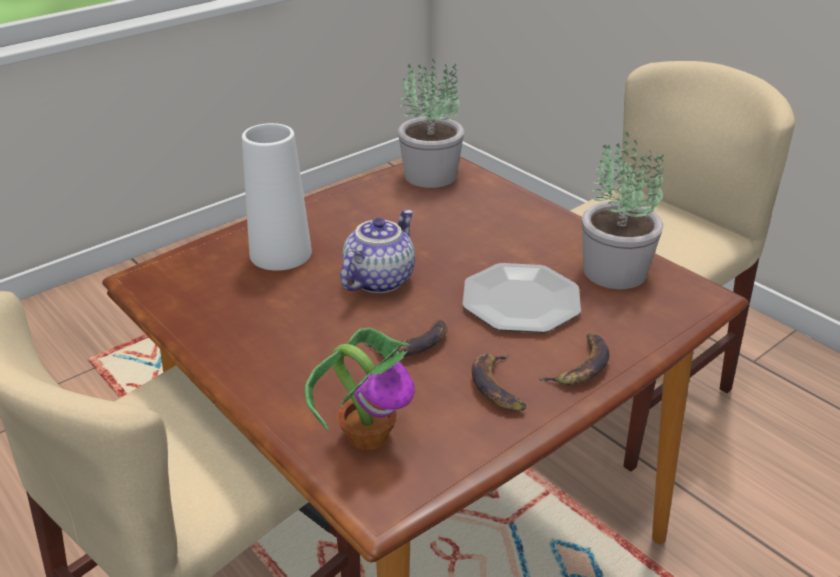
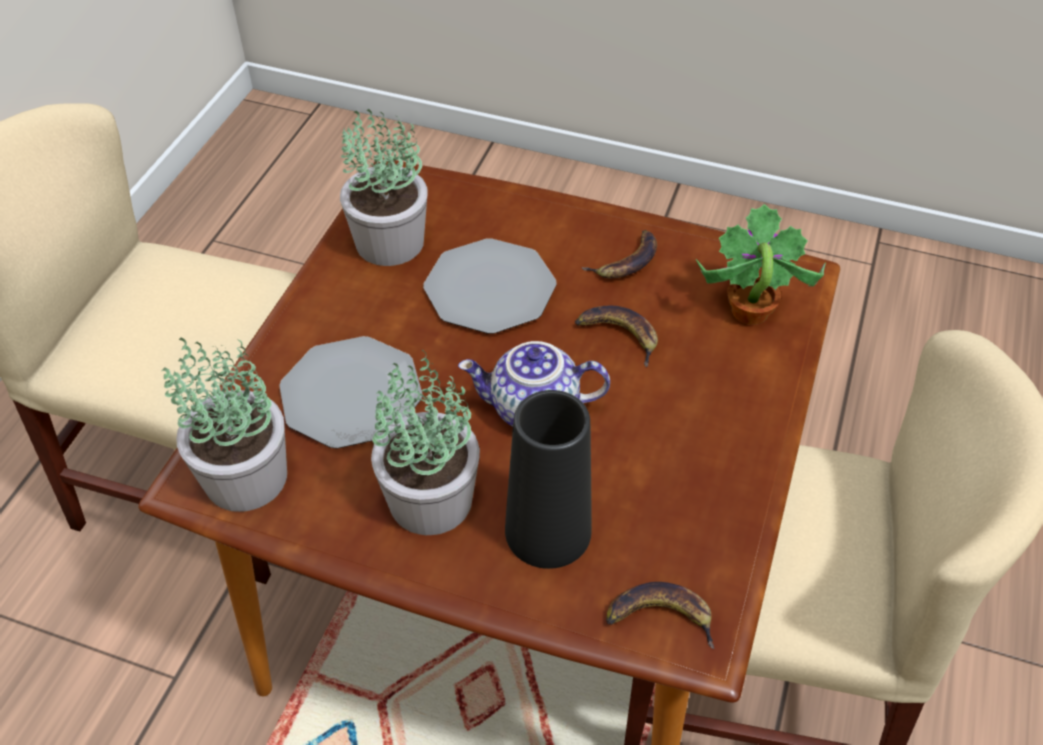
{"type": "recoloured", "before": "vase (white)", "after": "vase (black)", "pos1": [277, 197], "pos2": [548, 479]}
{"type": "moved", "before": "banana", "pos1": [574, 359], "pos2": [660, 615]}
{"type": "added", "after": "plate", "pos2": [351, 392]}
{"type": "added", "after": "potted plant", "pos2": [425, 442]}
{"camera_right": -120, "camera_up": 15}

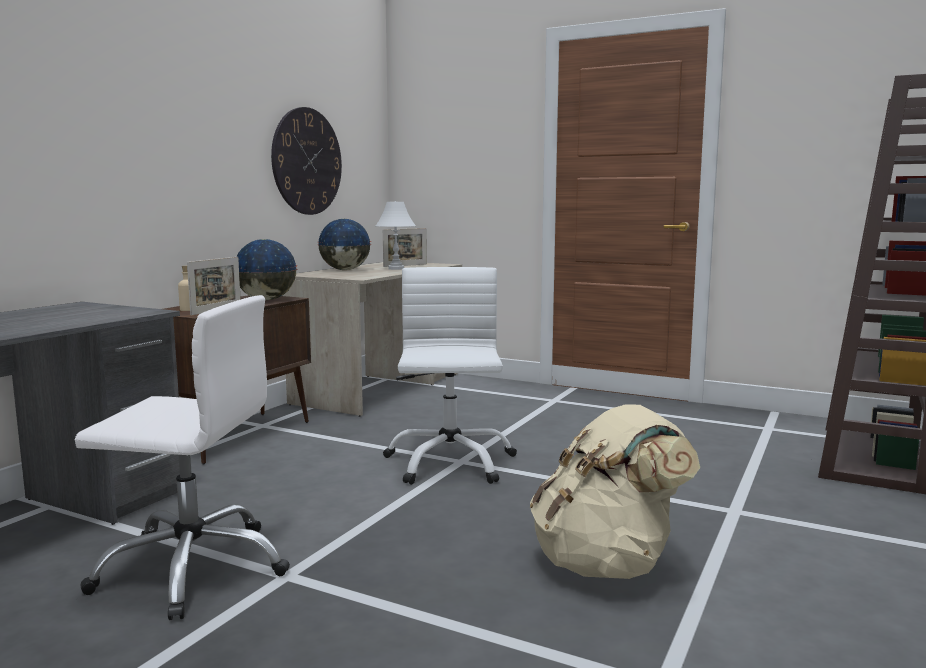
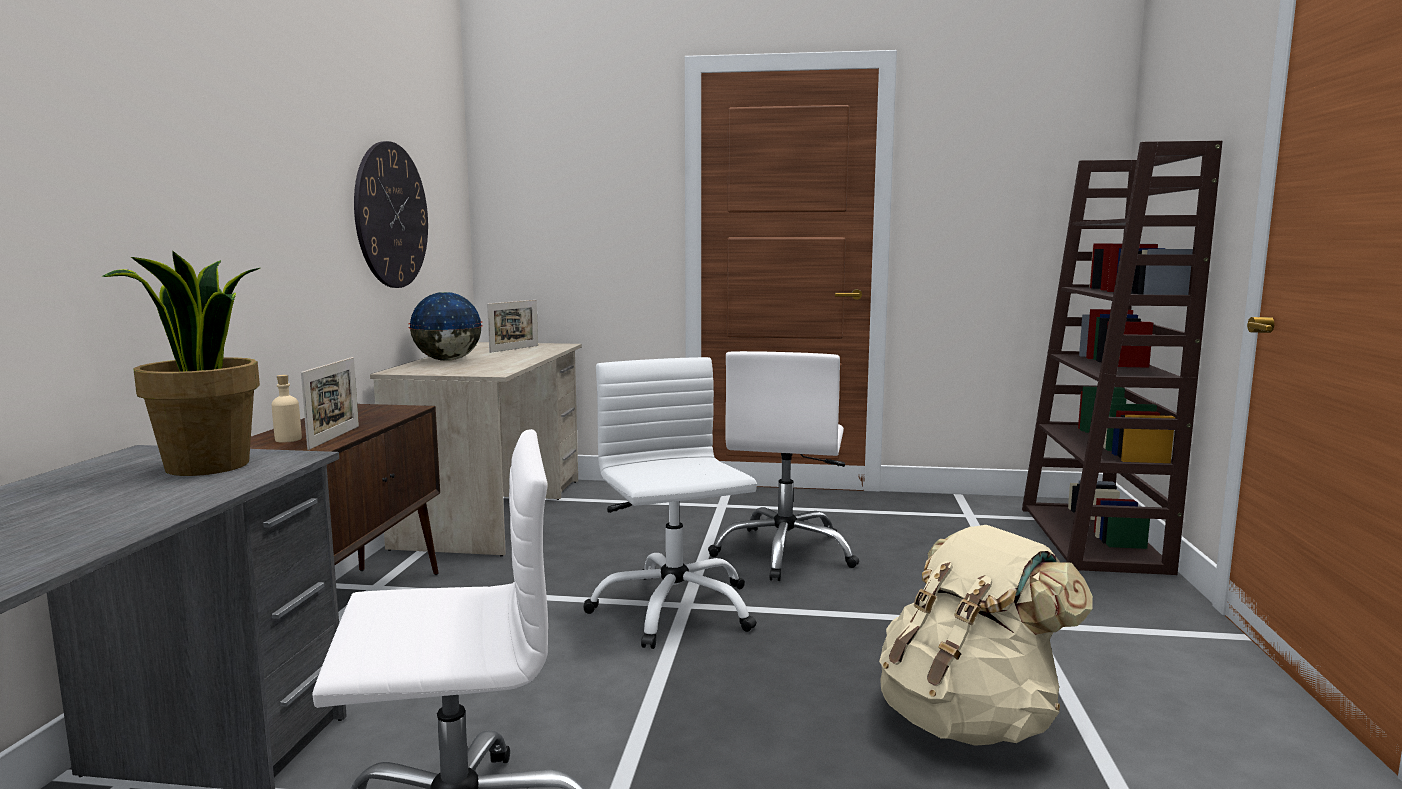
{"type": "removed", "before": "globe", "pos1": [266, 269]}
{"type": "removed", "before": "table lamp (white)", "pos1": [396, 235]}
{"type": "added", "after": "potted plant", "pos2": [181, 363]}
{"type": "added", "after": "office chair (white)", "pos2": [783, 466]}
{"camera_right": -20, "camera_up": 0}

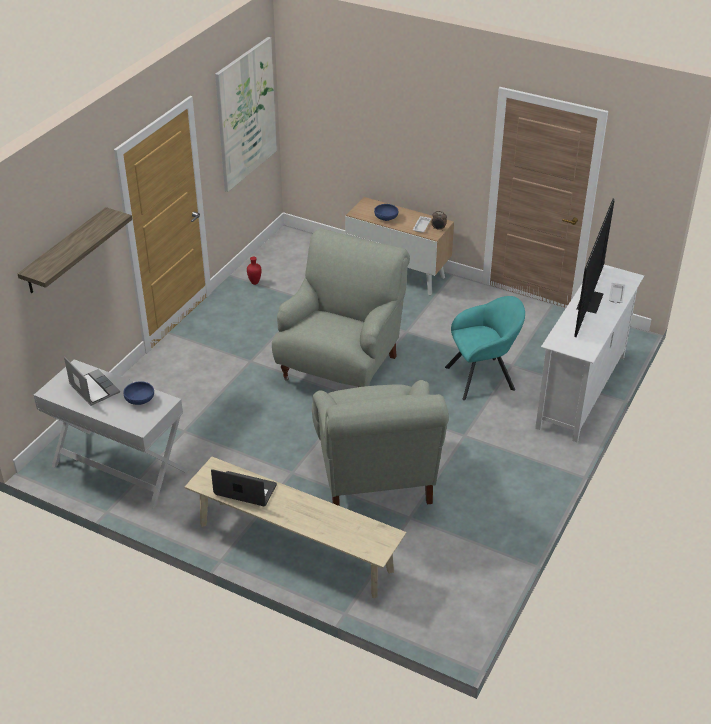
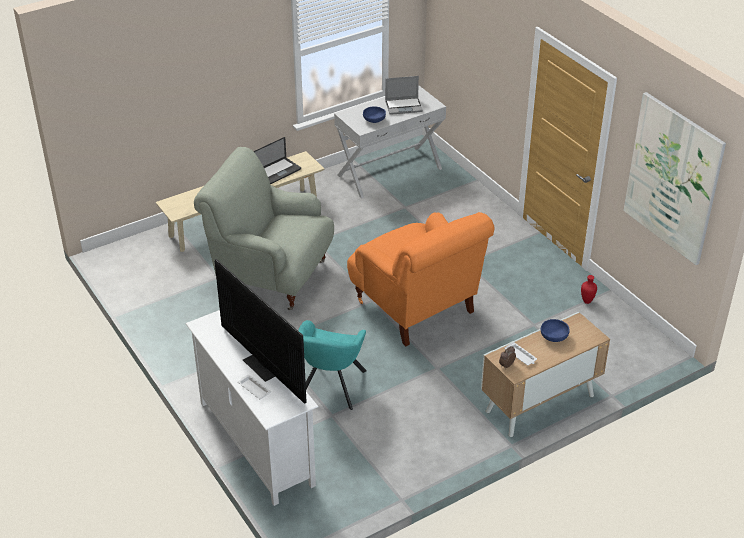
{"type": "removed", "before": "shelf", "pos1": [75, 250]}
{"type": "recoloured", "before": "armchair (grey)", "after": "armchair (orange)", "pos1": [341, 307], "pos2": [420, 279]}
{"camera_right": 120, "camera_up": 0}

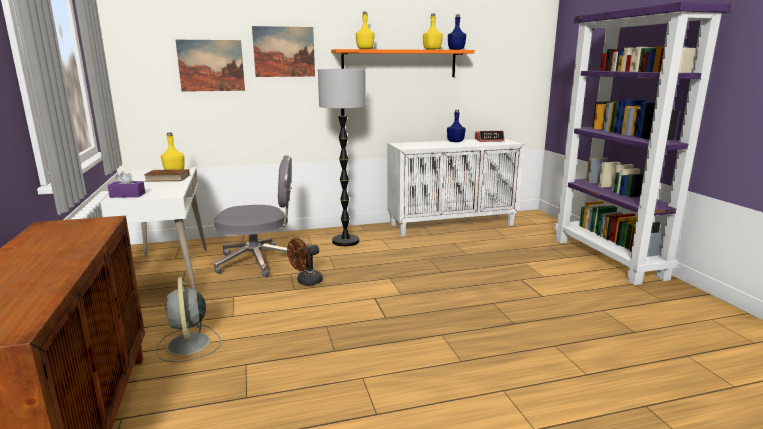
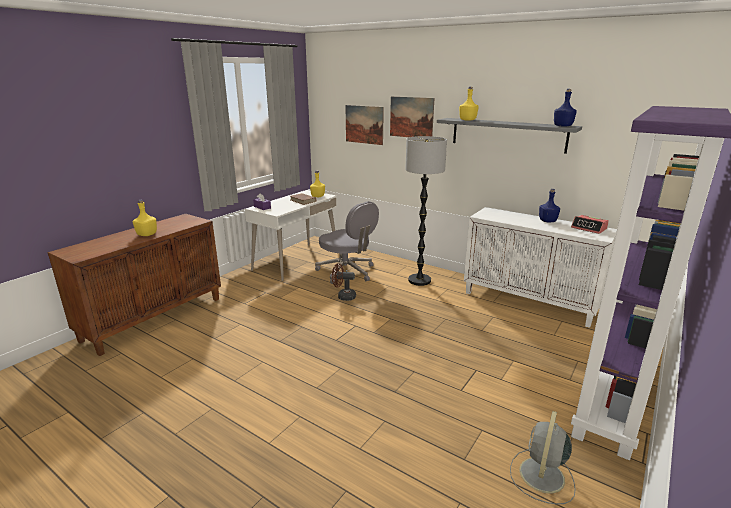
{"type": "moved", "before": "fan (grey)", "pos1": [188, 319], "pos2": [543, 458]}
{"type": "recoloured", "before": "shelf (orange)", "after": "shelf (grey)", "pos1": [403, 63], "pos2": [509, 136]}
{"type": "moved", "before": "bottle (yellow)", "pos1": [433, 31], "pos2": [145, 218]}
{"camera_right": 50, "camera_up": 5}

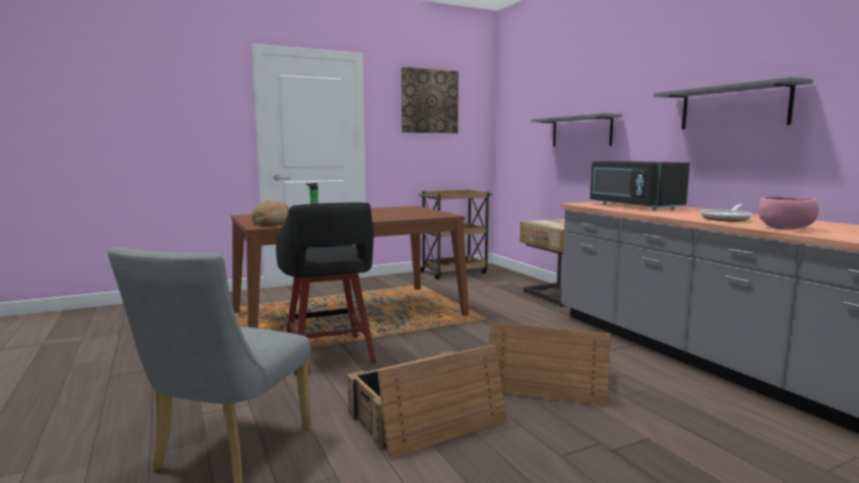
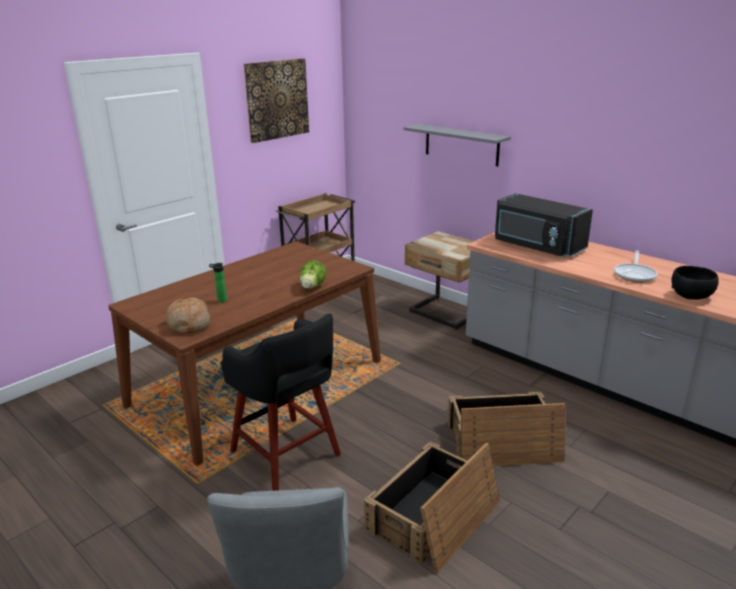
{"type": "removed", "before": "shelf (grey)", "pos1": [733, 103]}
{"type": "recoloured", "before": "bowl (pink)", "after": "bowl (black)", "pos1": [788, 213], "pos2": [695, 283]}
{"type": "added", "after": "lettuce", "pos2": [313, 275]}
{"camera_right": -20, "camera_up": 15}

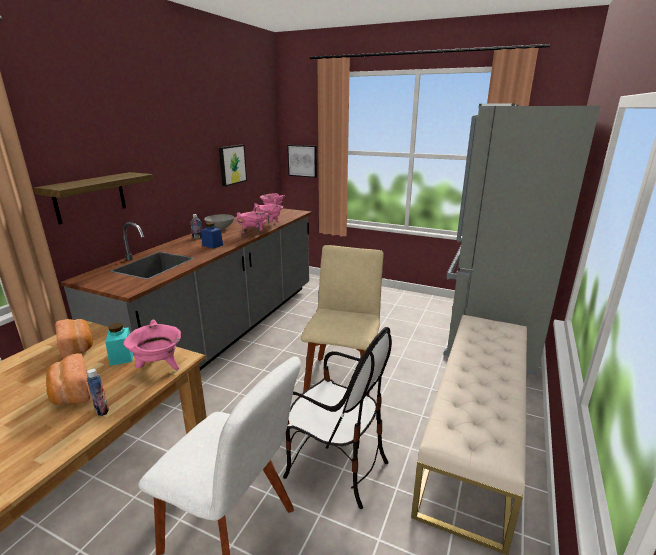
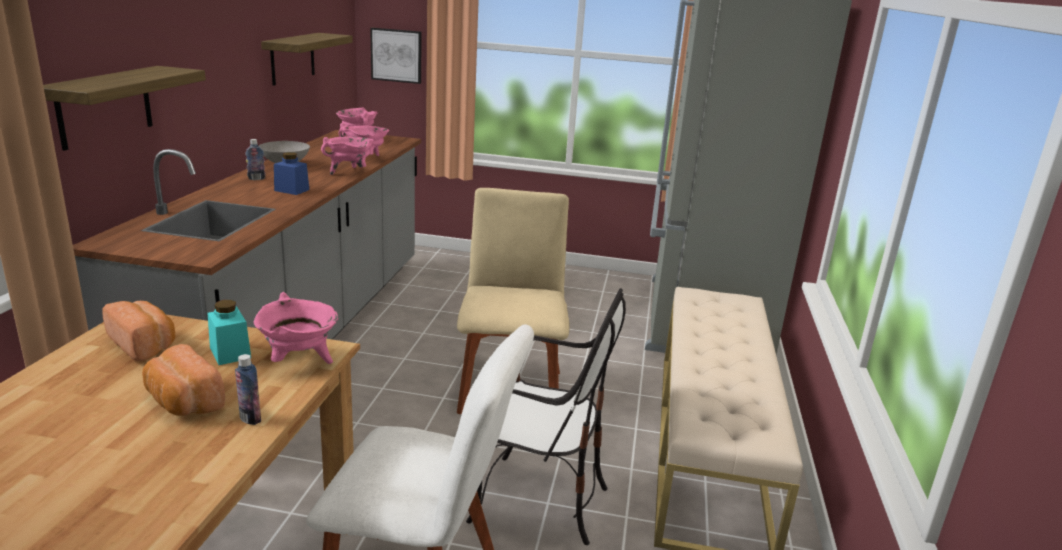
{"type": "replaced", "before": "picture", "after": "shelf", "pos1": [233, 165], "pos2": [307, 59]}
{"camera_right": -15, "camera_up": 0}

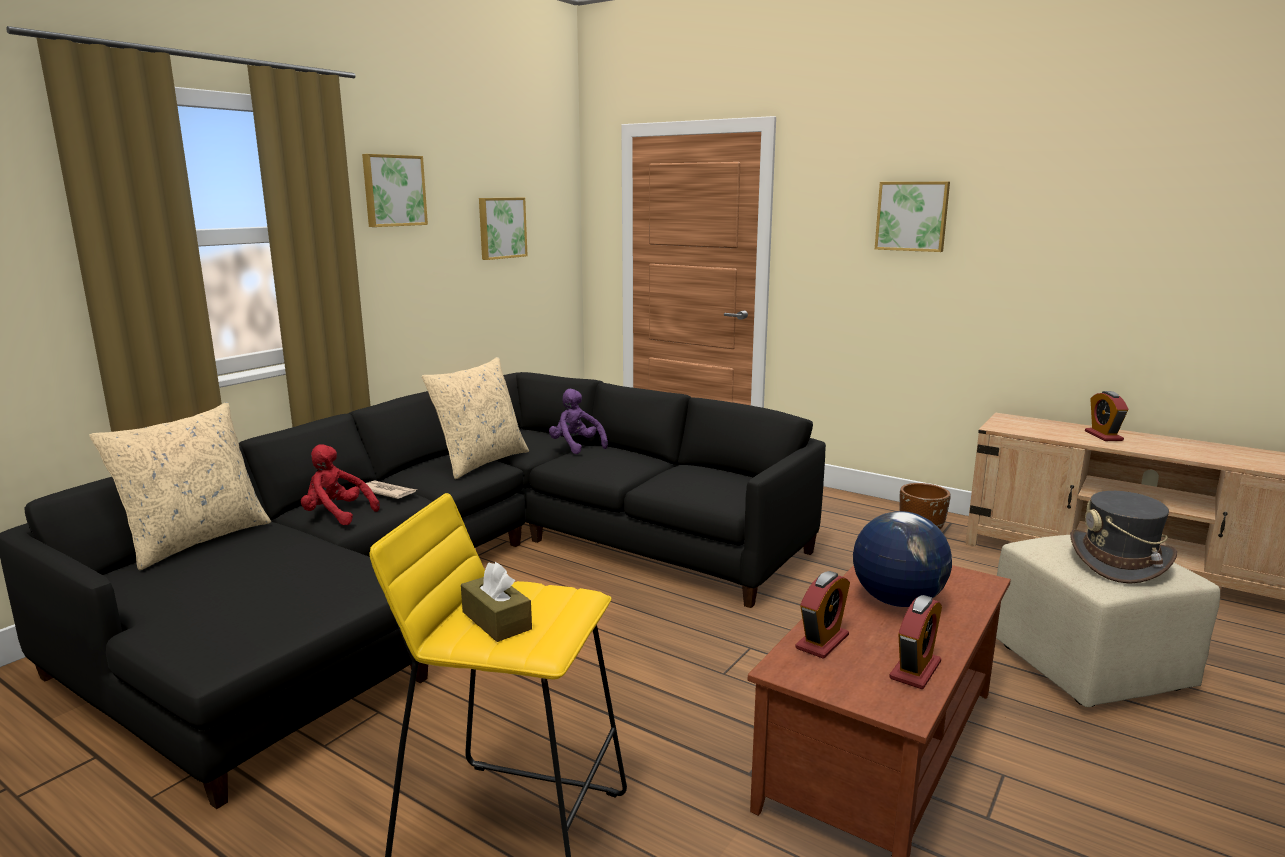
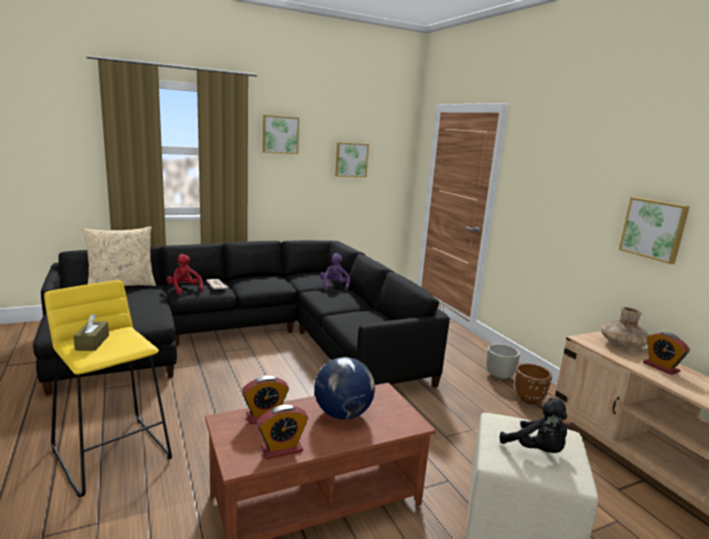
{"type": "removed", "before": "pillow (beige)", "pos1": [475, 418]}
{"type": "moved", "before": "picture", "pos1": [912, 217], "pos2": [654, 230]}
{"type": "replaced", "before": "hat (grey)", "after": "plush toy (black)", "pos1": [1123, 537], "pos2": [533, 425]}
{"type": "turned", "before": "alarm clock", "pos1": [1106, 416], "pos2": [666, 353], "turn": -60}
{"type": "added", "after": "planter (grey)", "pos2": [503, 362]}
{"type": "added", "after": "vase (brown)", "pos2": [625, 327]}
{"camera_right": 30, "camera_up": 0}

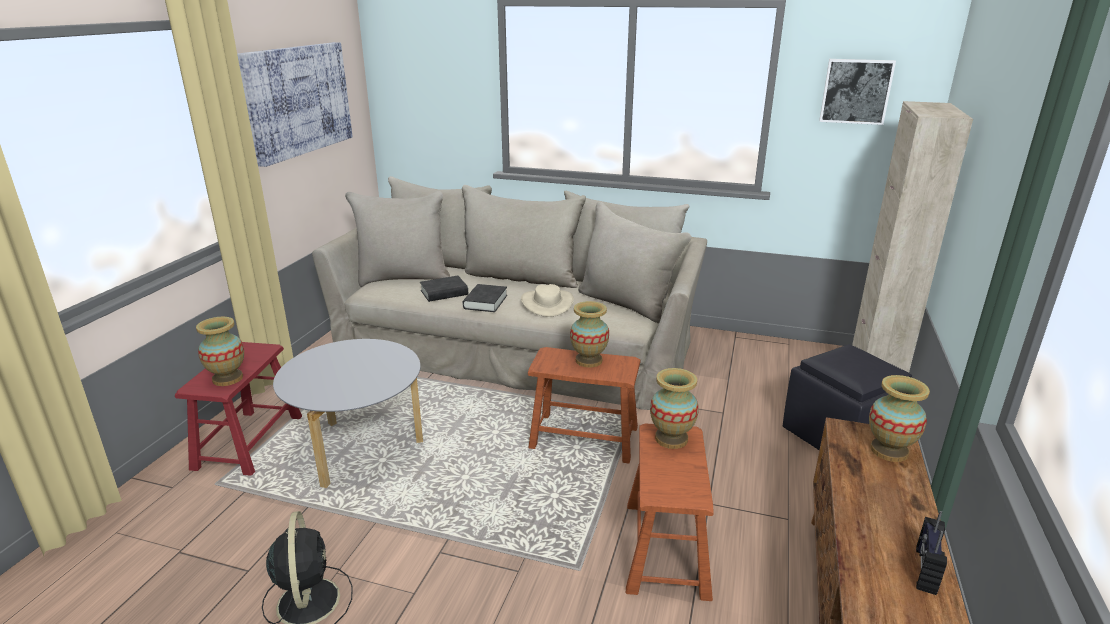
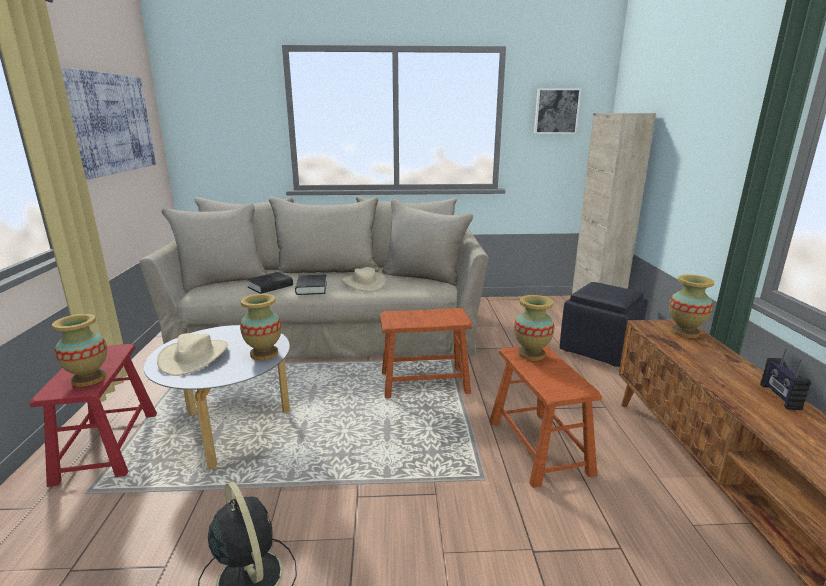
{"type": "moved", "before": "vase", "pos1": [589, 334], "pos2": [261, 327]}
{"type": "added", "after": "hat (beige)", "pos2": [192, 354]}
{"camera_right": -20, "camera_up": -5}

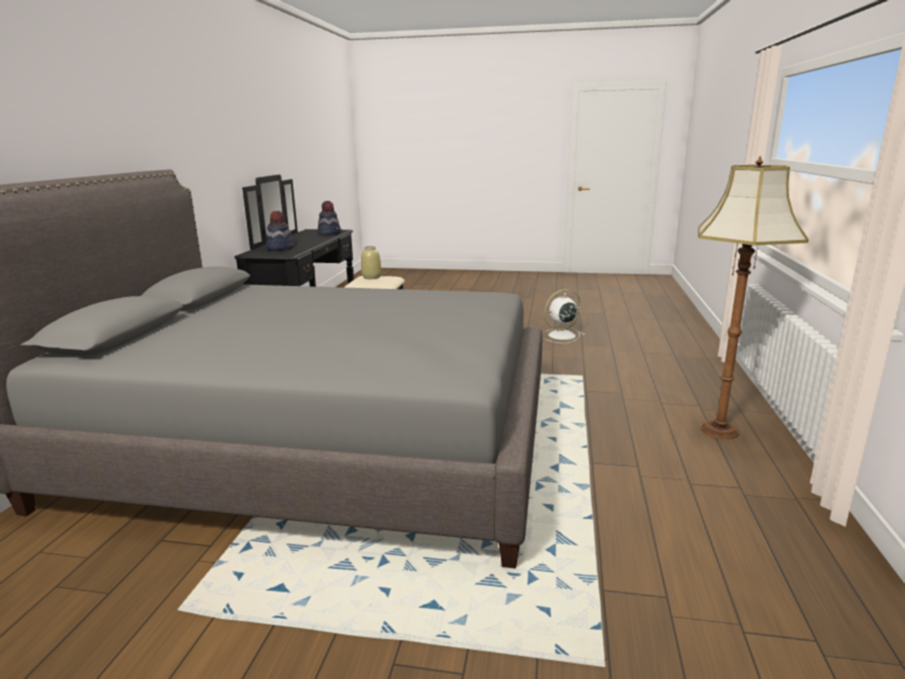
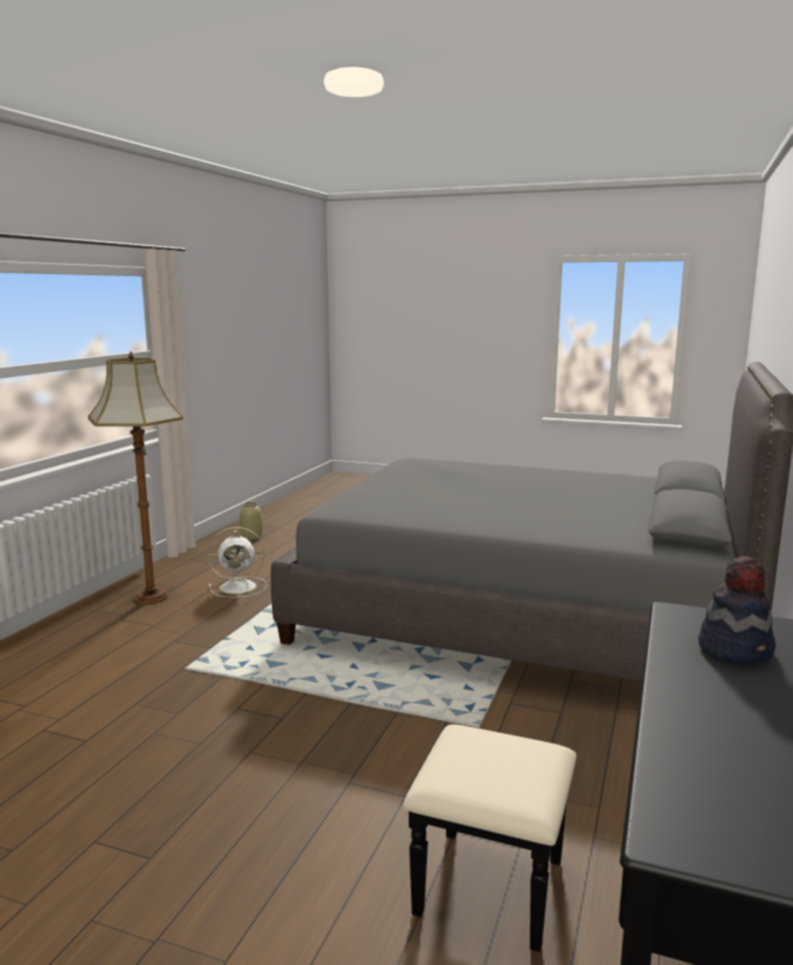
{"type": "removed", "before": "hat", "pos1": [329, 218]}
{"type": "moved", "before": "vase (beige)", "pos1": [371, 262], "pos2": [251, 521]}
{"type": "moved", "before": "fan (white)", "pos1": [563, 316], "pos2": [237, 562]}
{"camera_right": -170, "camera_up": -5}

